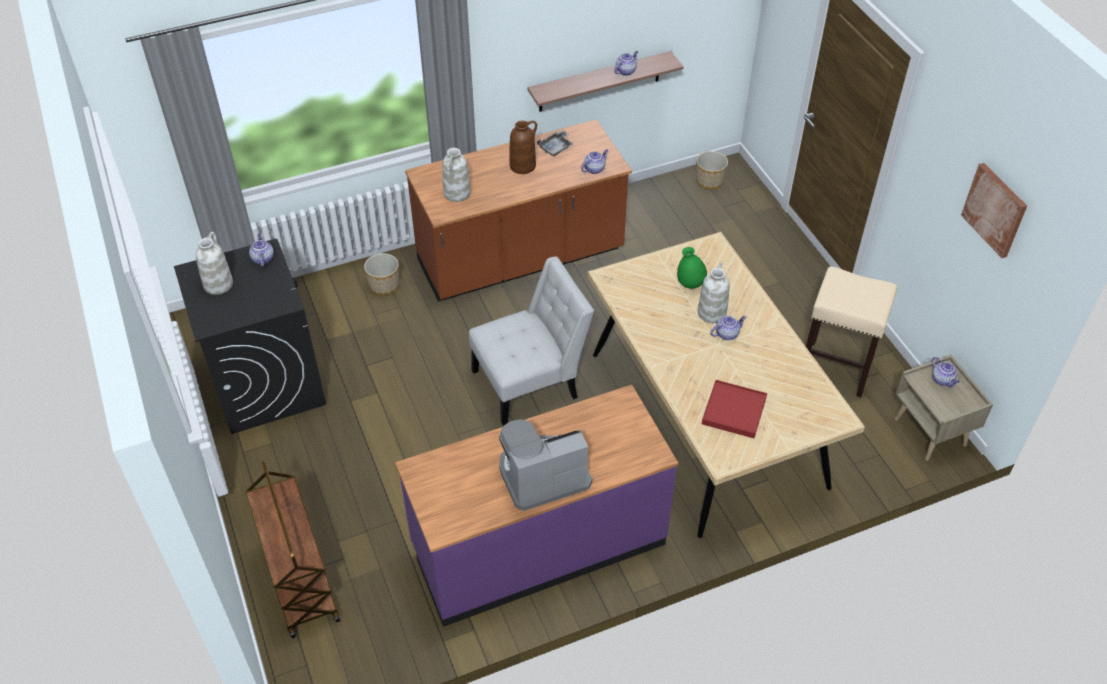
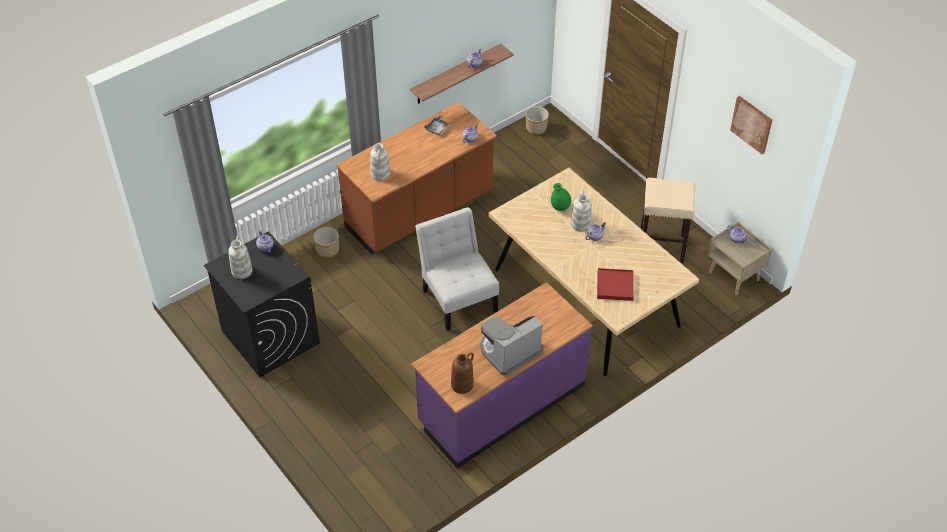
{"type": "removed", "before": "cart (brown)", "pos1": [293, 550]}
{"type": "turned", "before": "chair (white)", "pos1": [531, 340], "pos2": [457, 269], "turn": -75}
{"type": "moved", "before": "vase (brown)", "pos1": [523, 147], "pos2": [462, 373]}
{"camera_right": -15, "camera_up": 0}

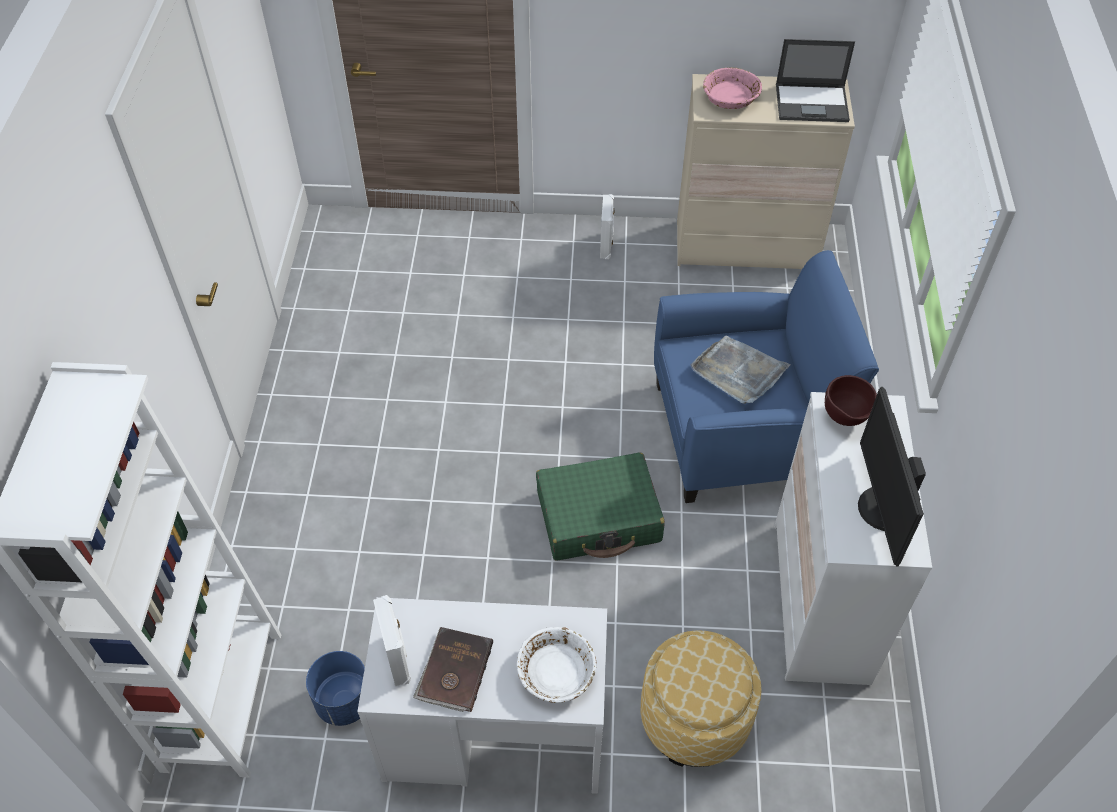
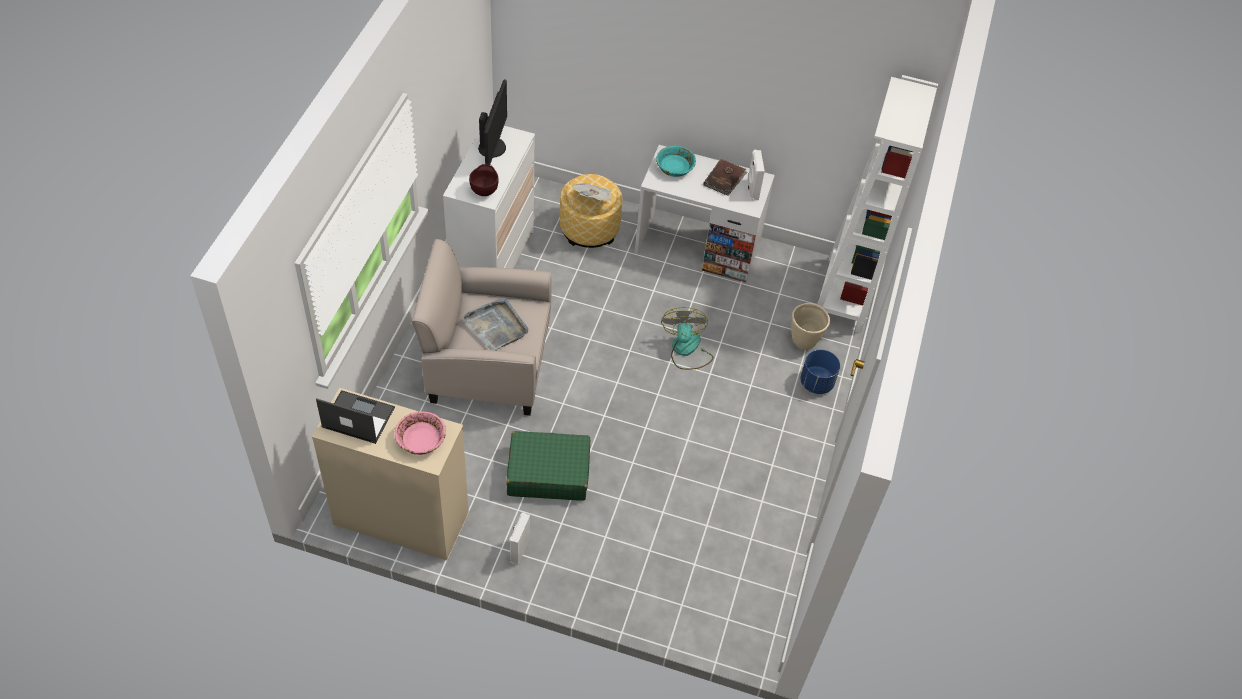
{"type": "moved", "before": "planter (blue)", "pos1": [335, 688], "pos2": [820, 372]}
{"type": "recoloured", "before": "bowl (white)", "after": "bowl (turquoise)", "pos1": [556, 665], "pos2": [676, 161]}
{"type": "moved", "before": "suitcase (green)", "pos1": [600, 506], "pos2": [548, 466]}
{"type": "recoloured", "before": "armchair (blue)", "after": "armchair (beige)", "pos1": [766, 376], "pos2": [481, 327]}
{"type": "added", "after": "newspaper", "pos2": [592, 192]}
{"type": "added", "after": "fan", "pos2": [687, 338]}
{"type": "added", "after": "planter (beige)", "pos2": [810, 326]}
{"camera_right": -170, "camera_up": 0}

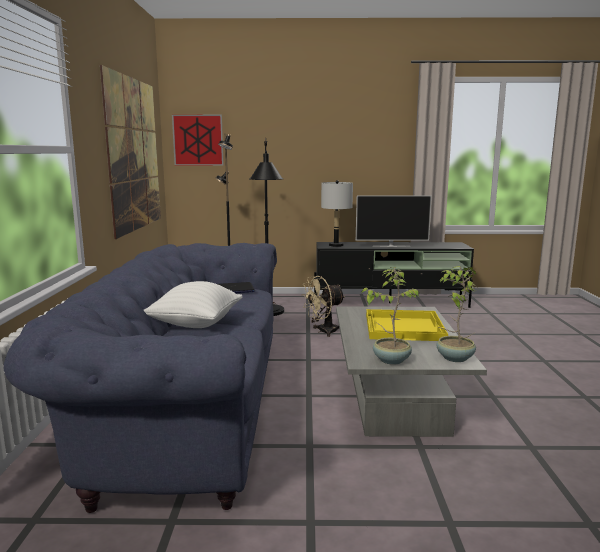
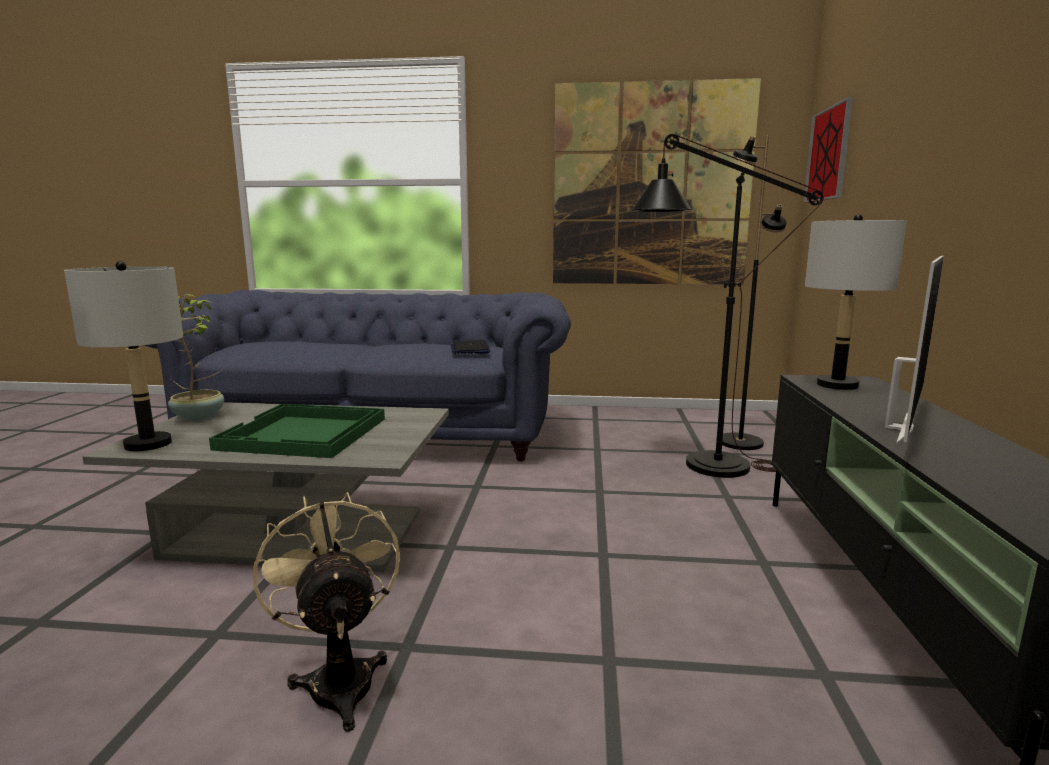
{"type": "removed", "before": "pillow (white)", "pos1": [193, 304]}
{"type": "moved", "before": "fan (beige)", "pos1": [323, 306], "pos2": [326, 612]}
{"type": "turned", "before": "television", "pos1": [394, 221], "pos2": [914, 350], "turn": -150}
{"type": "recoloured", "before": "tray (yellow)", "after": "tray (green)", "pos1": [407, 325], "pos2": [297, 431]}
{"type": "replaced", "before": "potted plant", "after": "table lamp (grey)", "pos1": [456, 314], "pos2": [123, 356]}
{"camera_right": 95, "camera_up": 0}

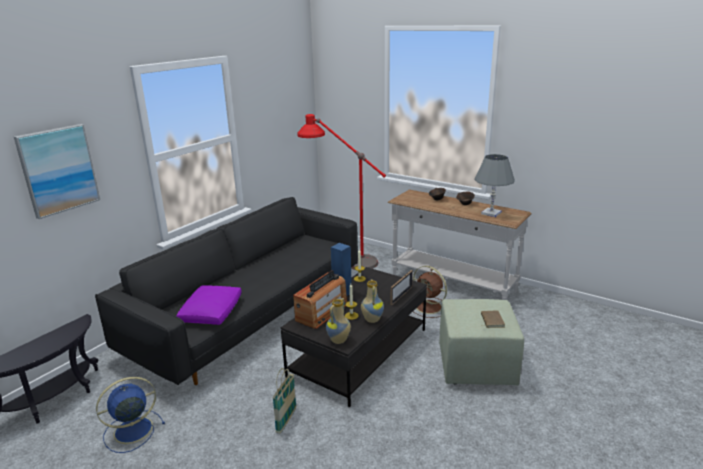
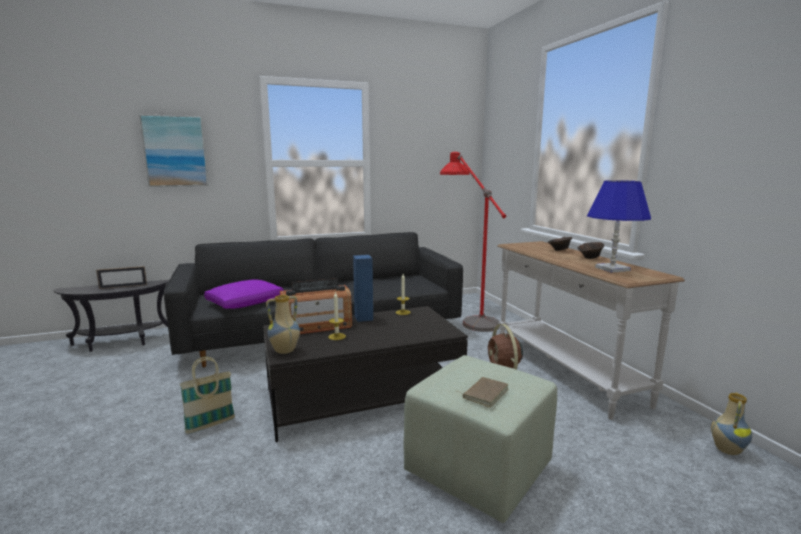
{"type": "removed", "before": "fan (blue)", "pos1": [130, 415]}
{"type": "moved", "before": "vase", "pos1": [372, 301], "pos2": [731, 423]}
{"type": "moved", "before": "picture frame", "pos1": [402, 287], "pos2": [121, 277]}
{"type": "recoloured", "before": "table lamp (grey)", "after": "table lamp (blue)", "pos1": [494, 185], "pos2": [619, 226]}
{"camera_right": 35, "camera_up": -10}

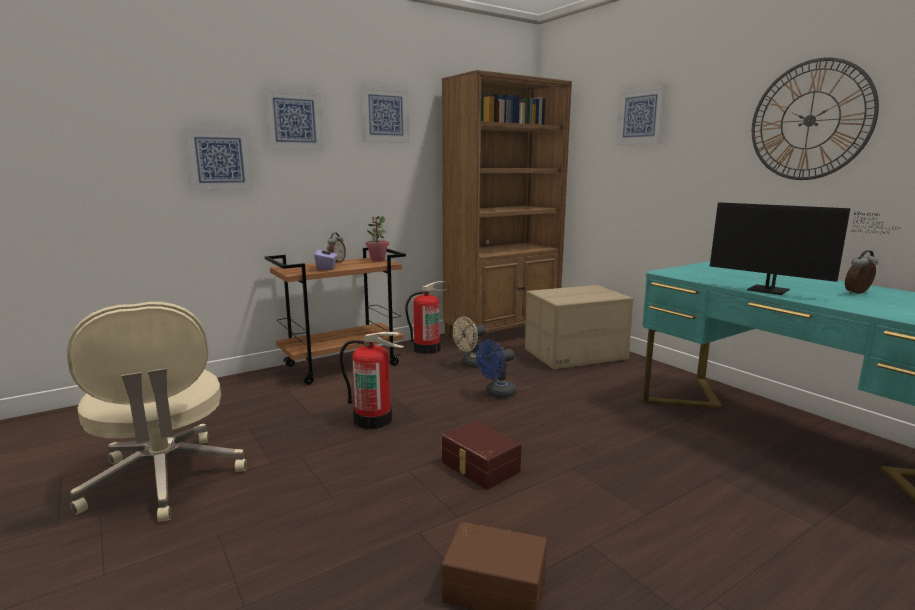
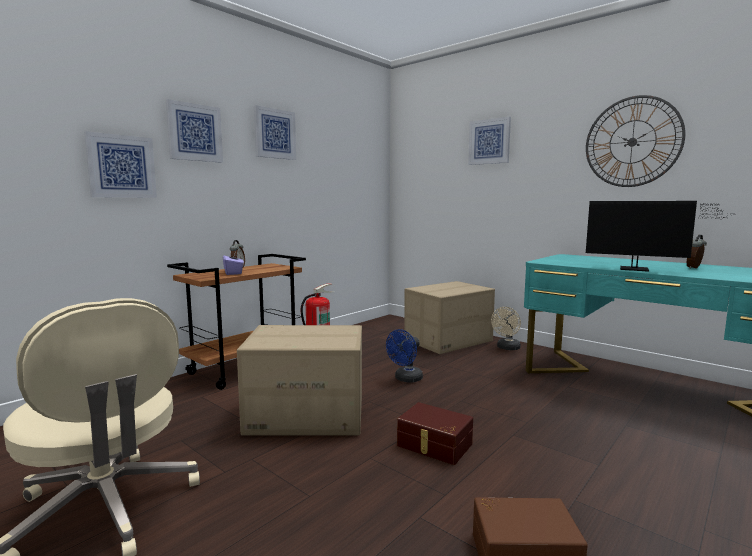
{"type": "replaced", "before": "fire extinguisher", "after": "cardboard box", "pos1": [371, 380], "pos2": [299, 380]}
{"type": "removed", "before": "potted plant", "pos1": [377, 238]}
{"type": "removed", "before": "bookcase (brown)", "pos1": [507, 208]}
{"type": "moved", "before": "fan (beige)", "pos1": [470, 342], "pos2": [506, 328]}
{"camera_right": -15, "camera_up": -5}

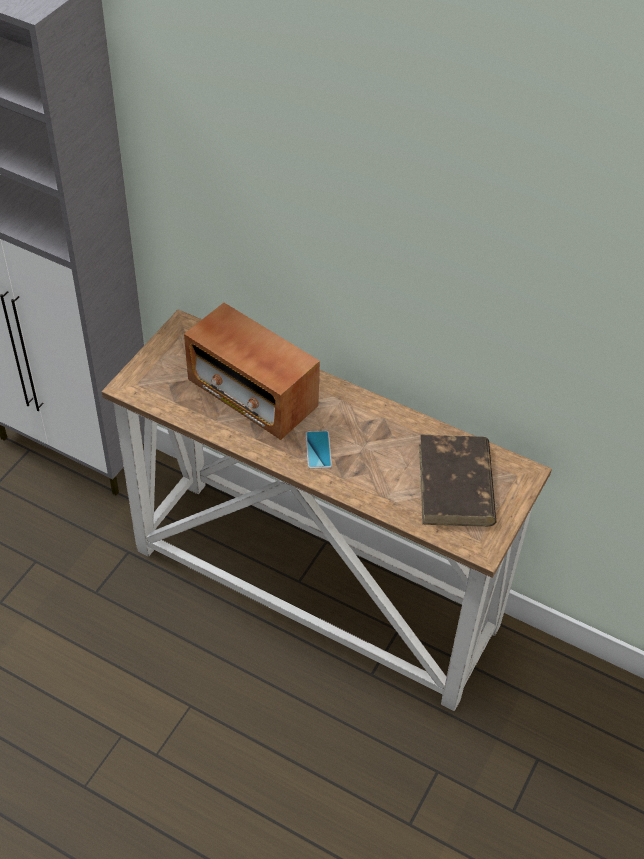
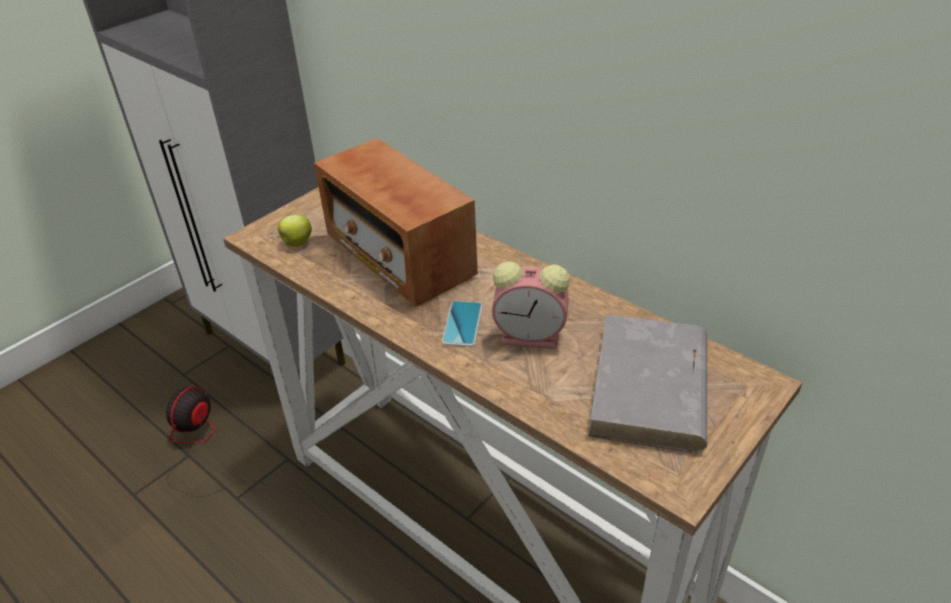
{"type": "recoloured", "before": "book (brown)", "after": "book (grey)", "pos1": [457, 480], "pos2": [647, 384]}
{"type": "added", "after": "fan", "pos2": [218, 441]}
{"type": "added", "after": "apple", "pos2": [295, 231]}
{"type": "added", "after": "alarm clock", "pos2": [531, 305]}
{"camera_right": 15, "camera_up": -10}

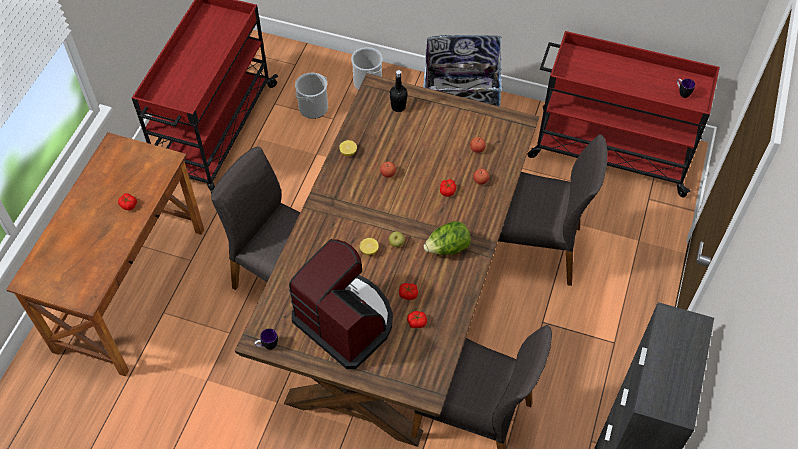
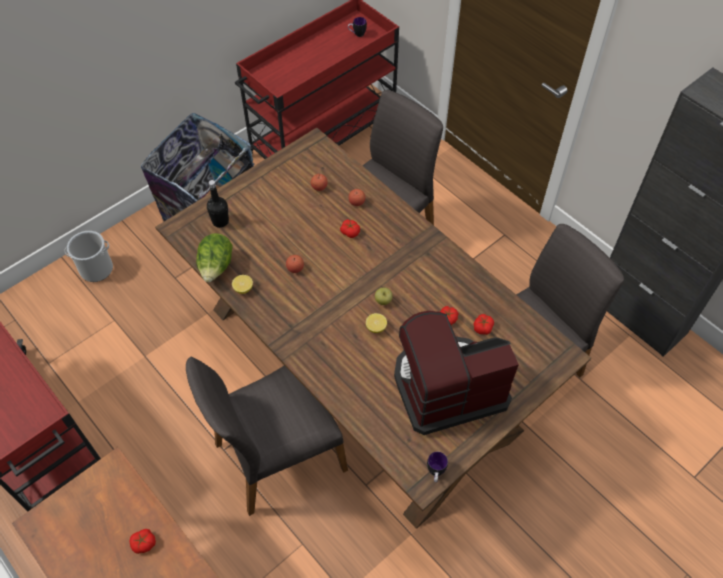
{"type": "removed", "before": "bucket", "pos1": [311, 96]}
{"type": "moved", "before": "lettuce", "pos1": [447, 238], "pos2": [214, 257]}
{"camera_right": -60, "camera_up": 0}

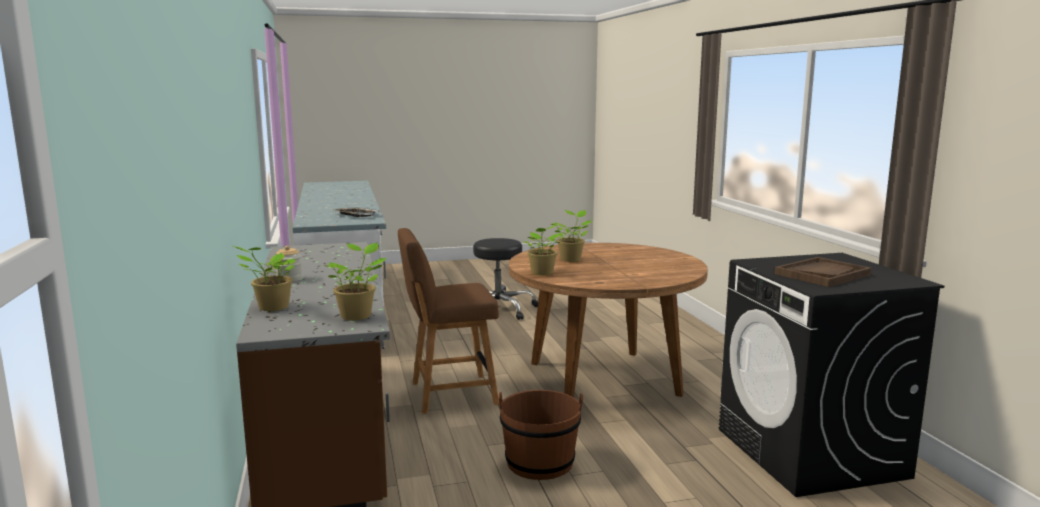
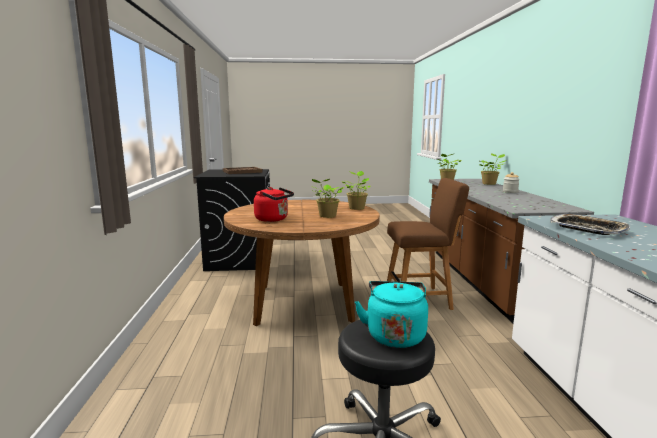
{"type": "removed", "before": "bucket (brown)", "pos1": [540, 435]}
{"type": "added", "after": "kettle (red)", "pos2": [274, 204]}
{"type": "added", "after": "kettle (turquoise)", "pos2": [391, 314]}
{"camera_right": -170, "camera_up": 0}

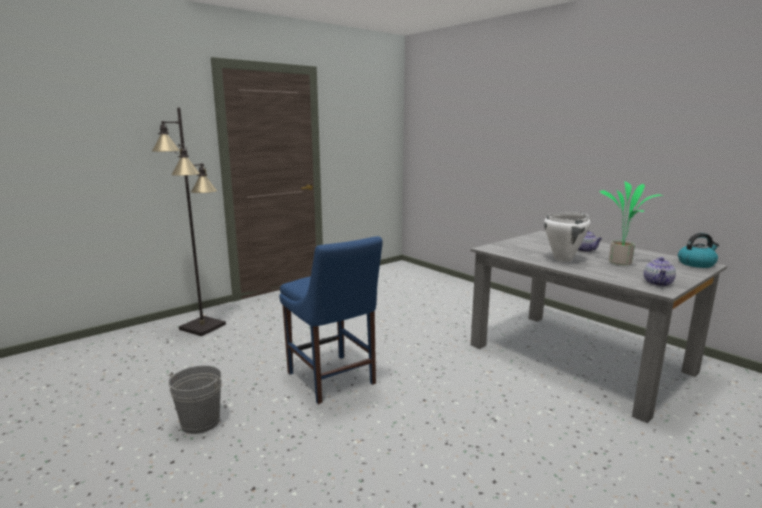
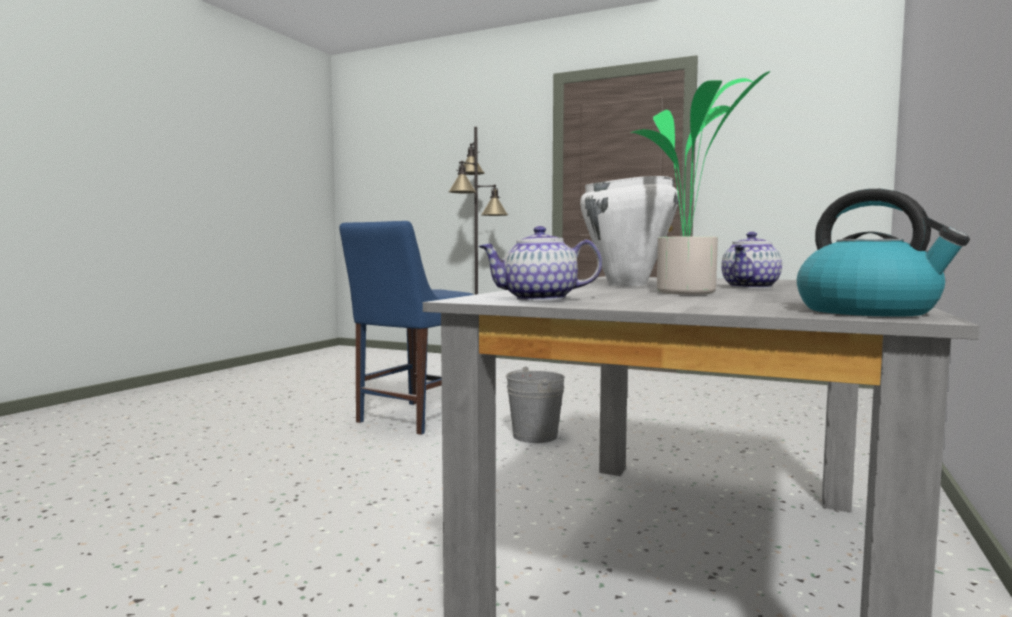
{"type": "moved", "before": "bucket (grey)", "pos1": [194, 399], "pos2": [535, 404]}
{"camera_right": 65, "camera_up": -10}

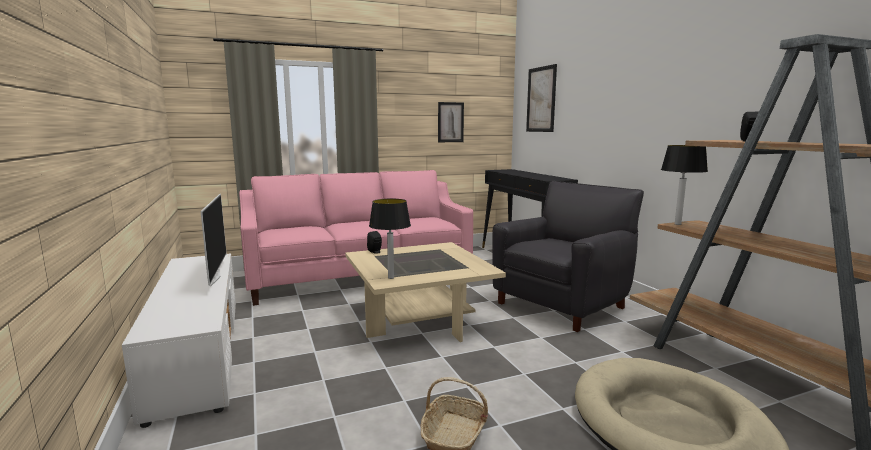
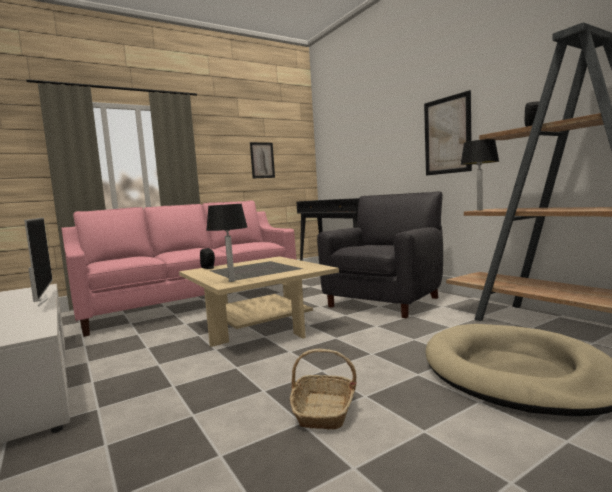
{"type": "moved", "before": "picture", "pos1": [541, 98], "pos2": [448, 133]}
{"camera_right": -10, "camera_up": -5}

